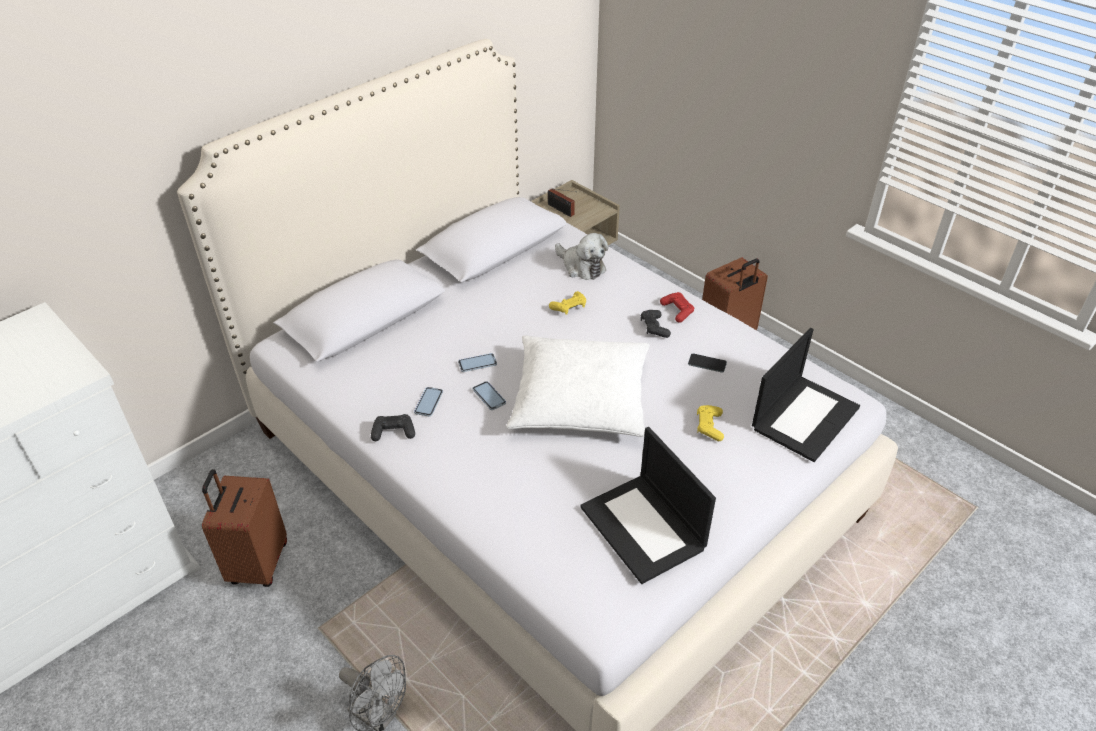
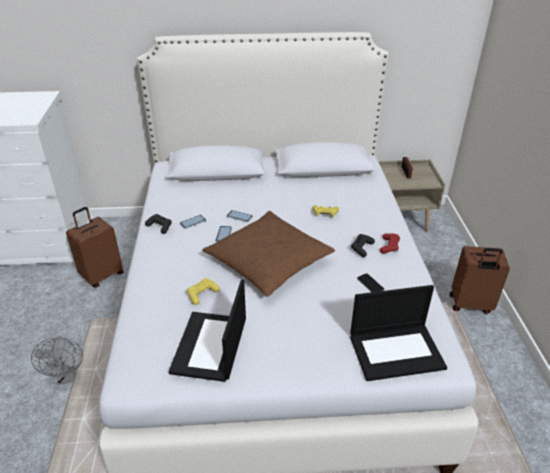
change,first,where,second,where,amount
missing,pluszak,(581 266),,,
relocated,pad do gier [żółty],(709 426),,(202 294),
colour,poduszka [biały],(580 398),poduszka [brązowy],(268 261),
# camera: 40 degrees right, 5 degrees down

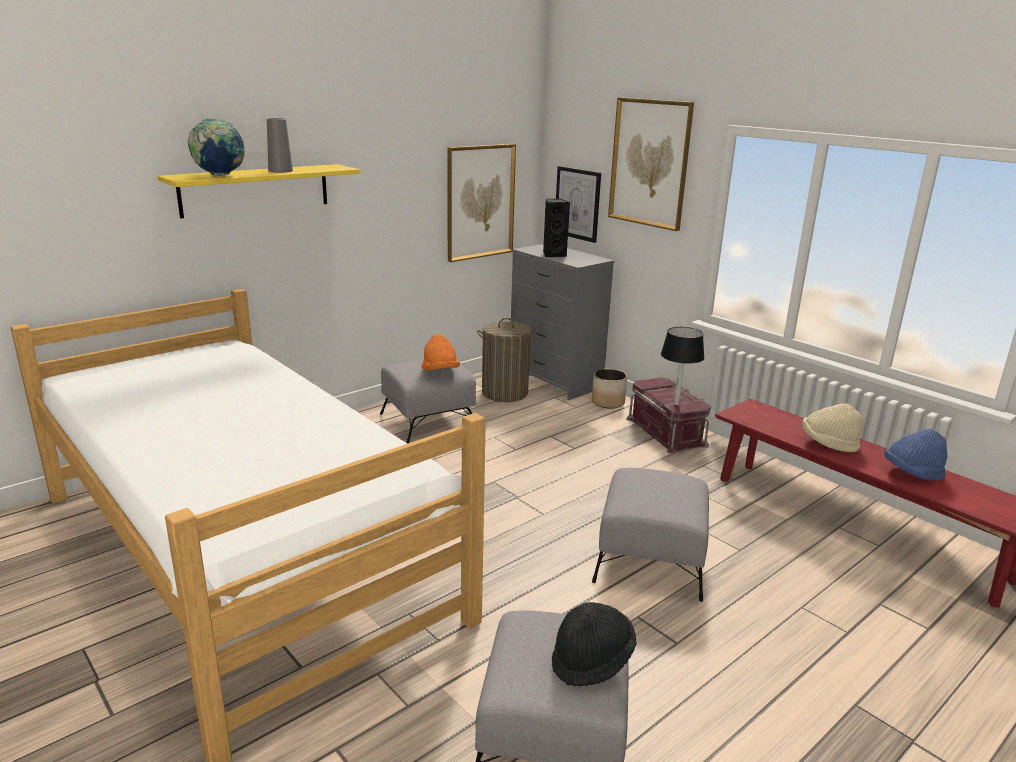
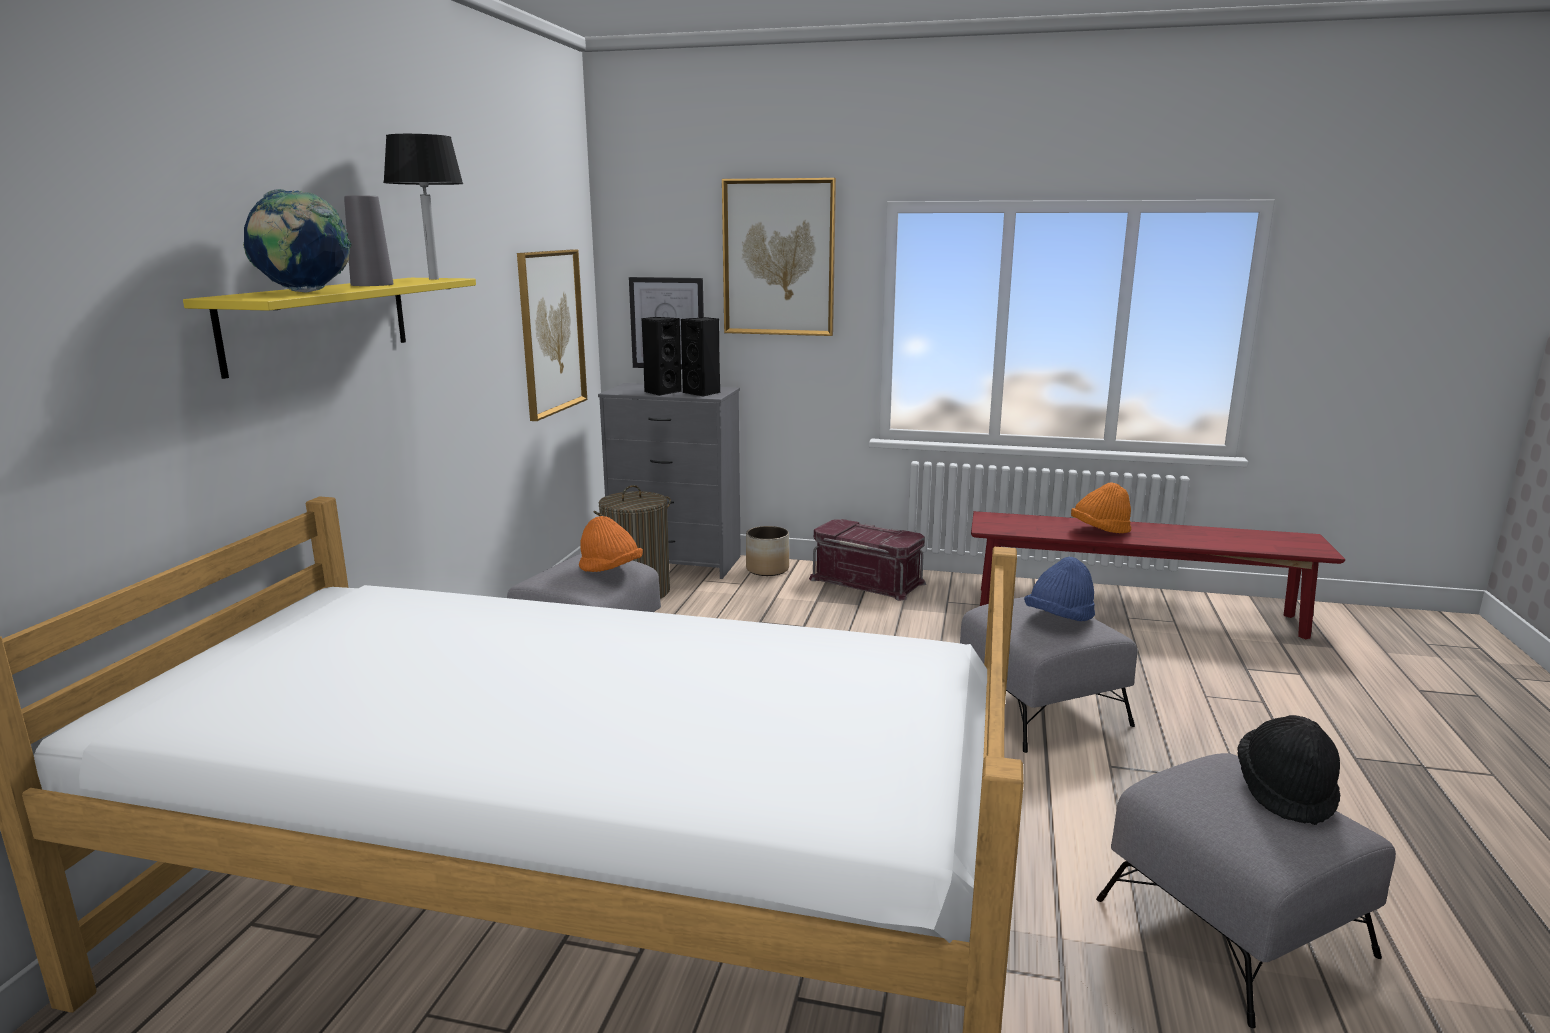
change,first,where,second,where,amount
appeared,,,głośnik [czarny],(703 393),
relocated,lampa stołowa [czarny],(676 404),,(434 279),
relocated,kapelusz [niebieski],(911 473),,(1059 619),
colour,kapelusz [beżowy],(828 444),kapelusz [pomarańczowy],(1099 531),
# camera: 35 degrees left, 5 degrees down

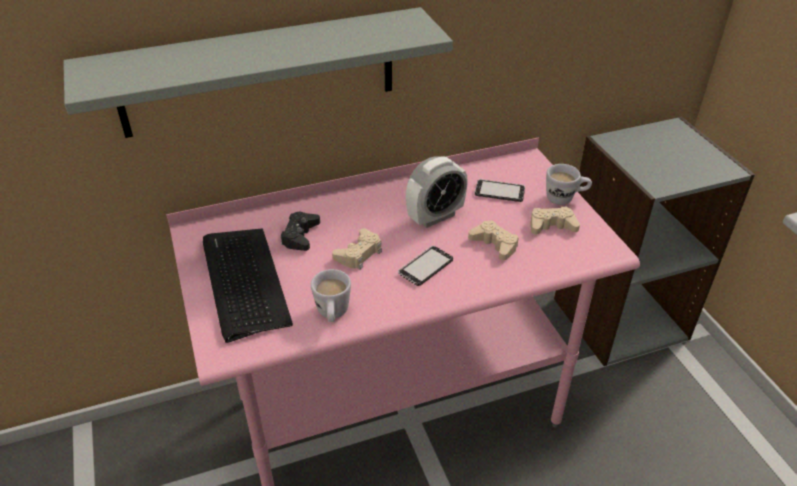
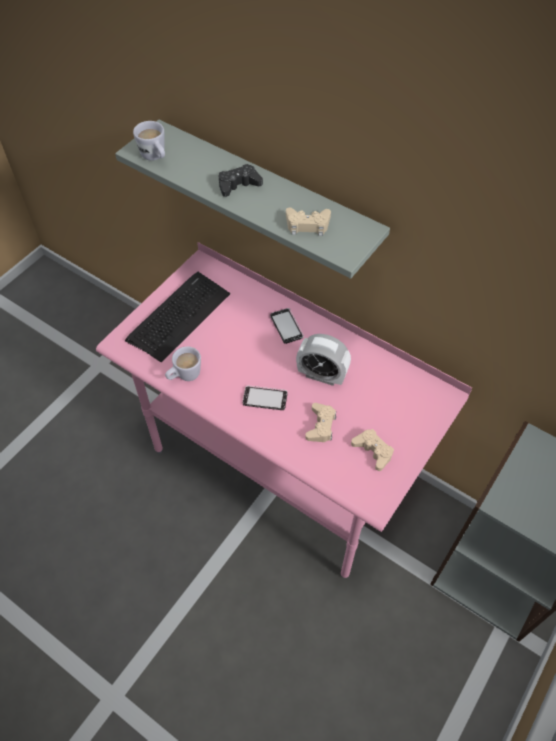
change,first,where,second,where,amount
relocated,pad do gier [czarny],(300 236),,(238 185),
relocated,pad do gier [beżowy],(359 254),,(307 225),
relocated,telefon,(499 192),,(286 326),
relocated,kubek [biały],(565 199),,(155 157),
# camera: 55 degrees right, 15 degrees up

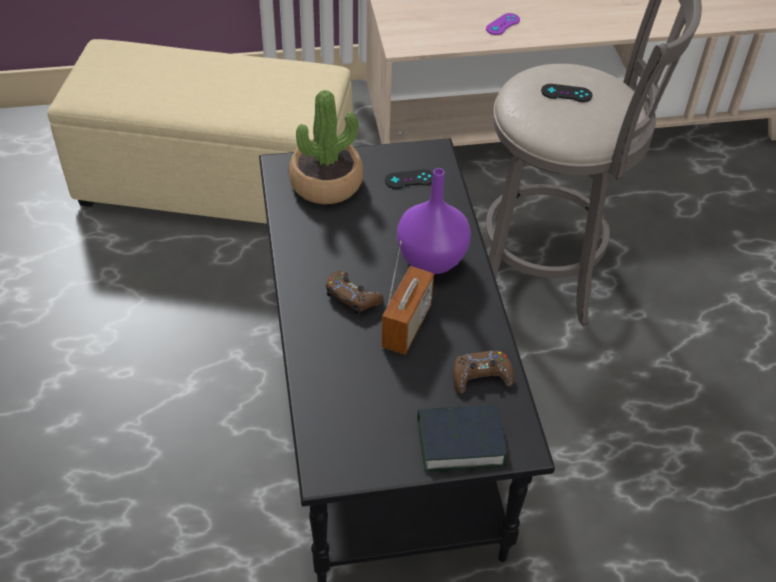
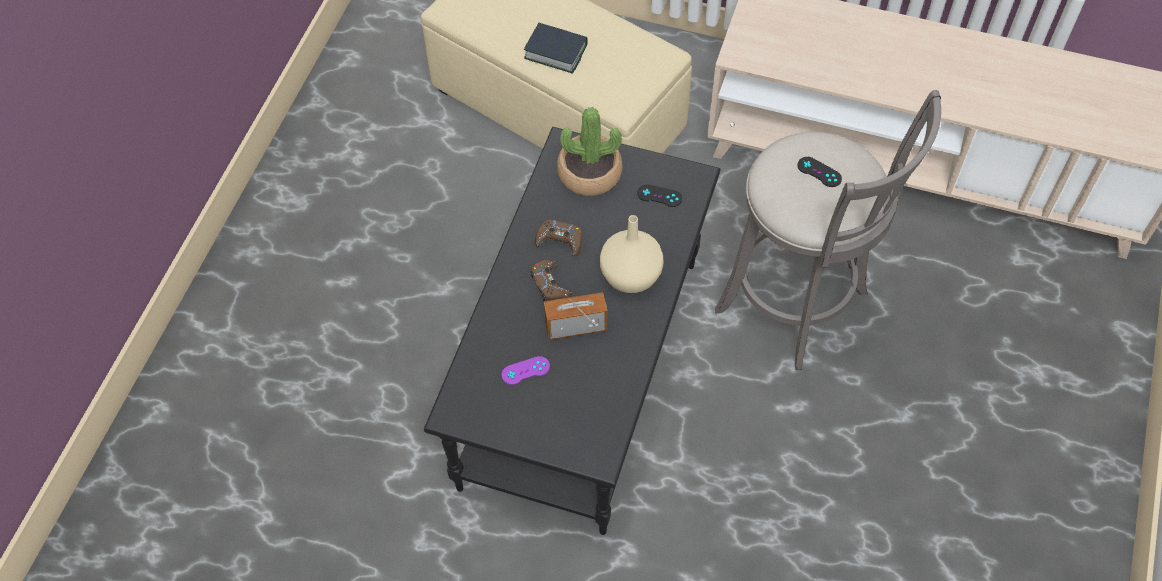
change,first,where,second,where,amount
relocated,książka,(460 442),,(555 52),
relocated,pad do gier [brązowy],(481 377),,(560 241),
relocated,pad do gier [fioletowy],(503 24),,(525 370),
colour,wazon [fioletowy],(431 258),wazon [beżowy],(631 276),
spun,radio,(406 327),,(576 327),150 degrees counterclockwise
# camera: 30 degrees right, 10 degrees up

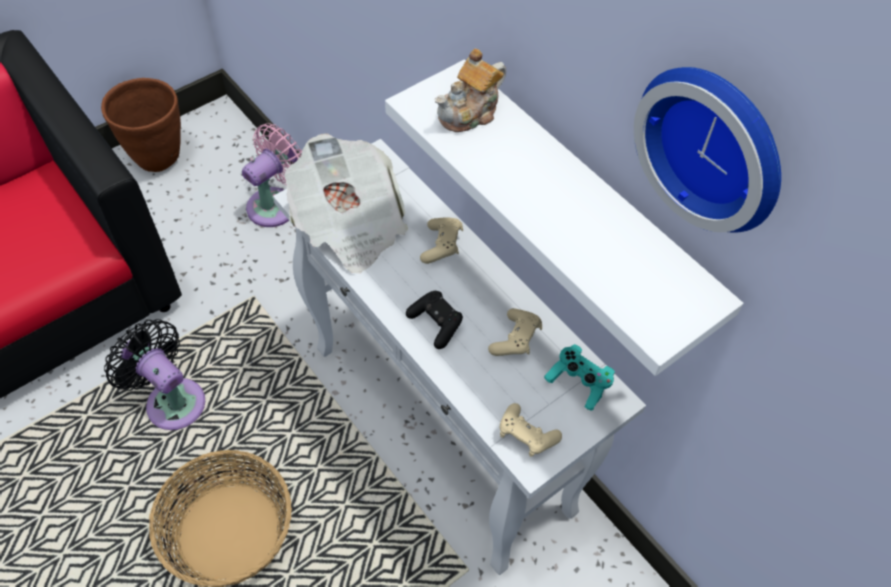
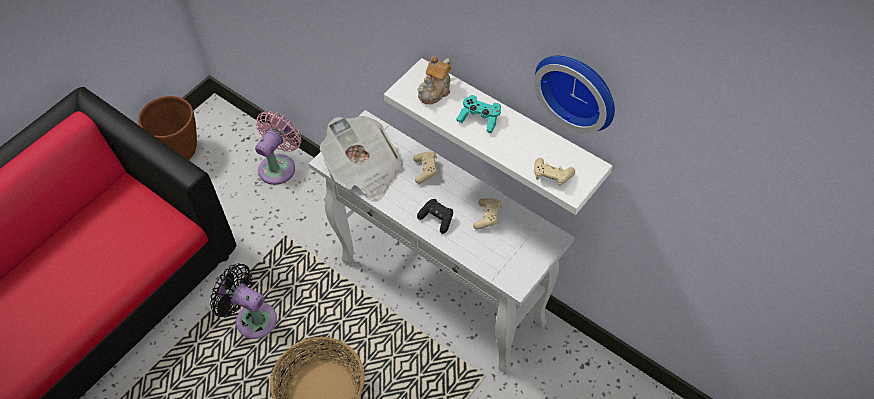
change,first,where,second,where,amount
relocated,pad do gier [beżowy],(526 436),,(551 177),
relocated,pad do gier [turkusowy],(579 382),,(479 119),
# camera: 10 degrees left, 0 degrees up

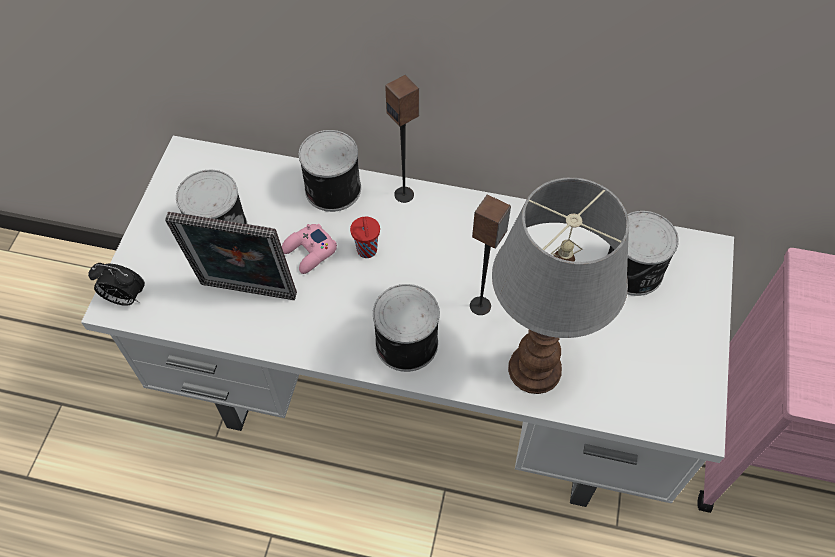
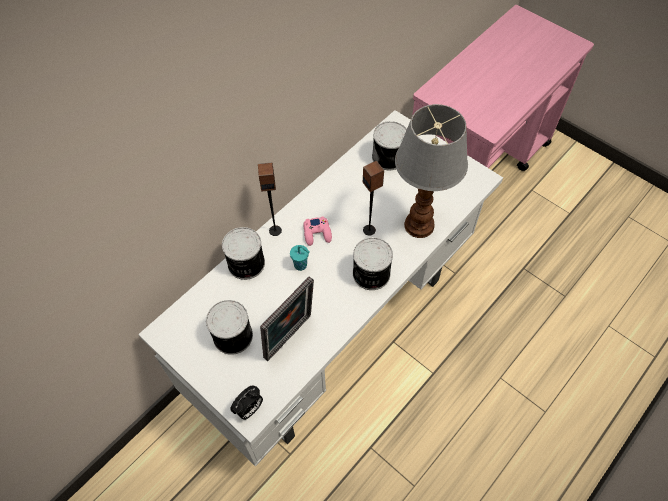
change,first,where,second,where,amount
relocated,pad do gier [różowy],(309 252),,(317 233),
colour,filiżanka [czerwony],(367 251),filiżanka [turkusowy],(301 265),
# camera: 60 degrees left, 0 degrees up

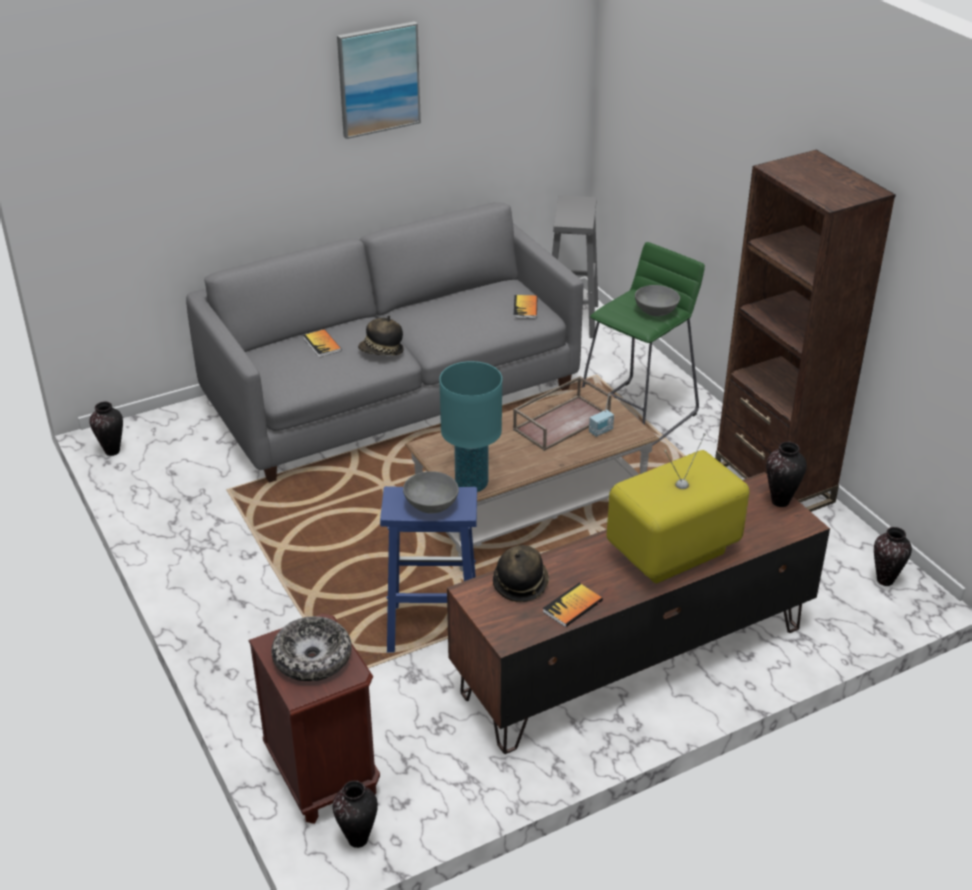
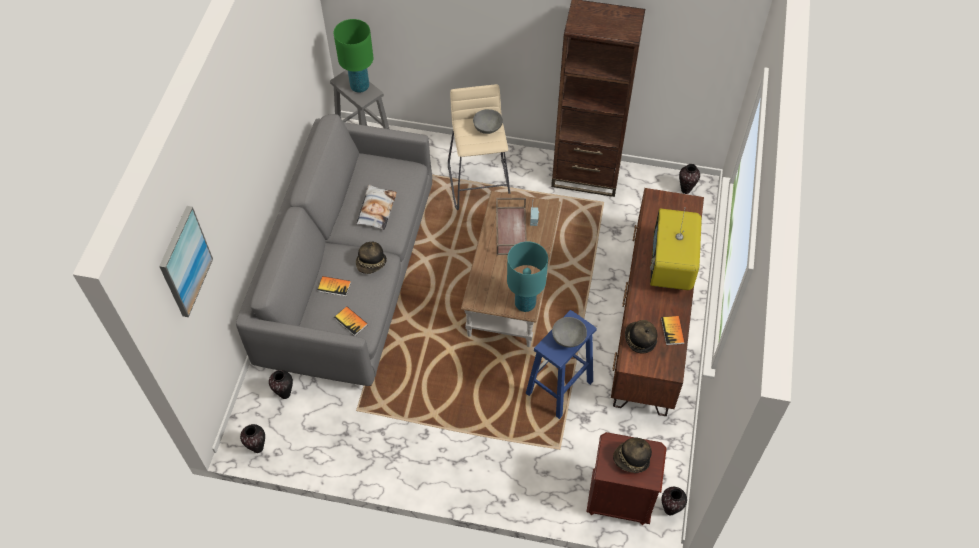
change,first,where,second,where,amount
appeared,,,lampa stołowa [zielony],(359 86),
appeared,,,poduszka,(376 210),
relocated,obraz,(378 79),,(184 261),
relocated,książka,(525 308),,(351 321),
relocated,wazon,(780 502),,(285 394),
exchanged,miska,(312 658),kapelusz,(631 460),
colour,stołek [zielony],(638 415),stołek [beżowy],(480 183),
# camera: 50 degrees left, 20 degrees up

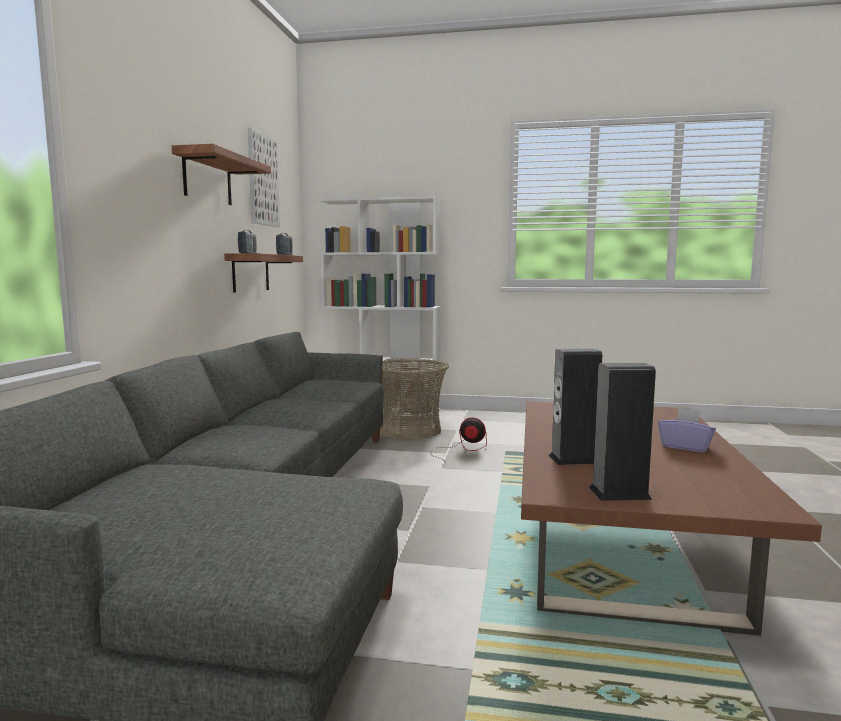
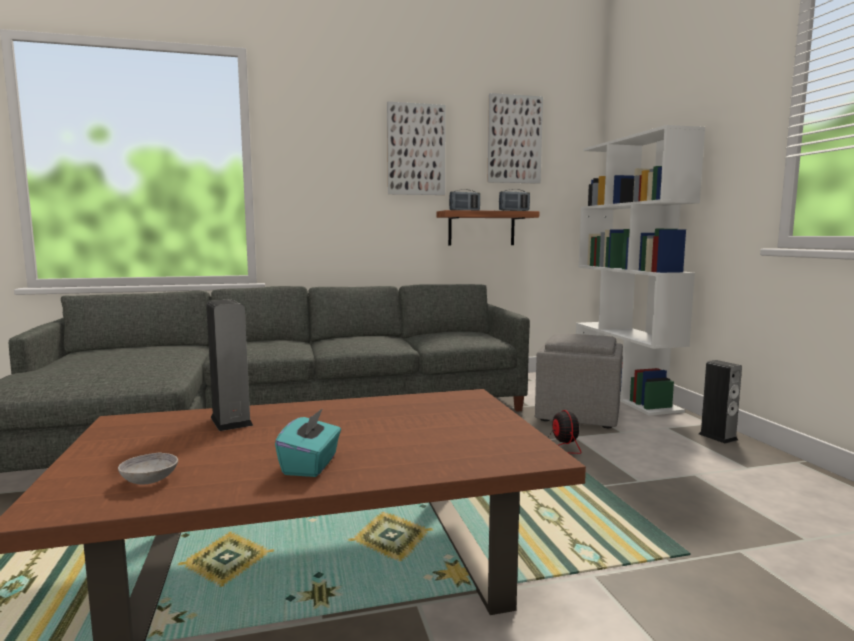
change,first,where,second,where,amount
appeared,,,miska [szary],(149 480),
relocated,głośnik,(619 493),,(717 437),
exchanged,półka,(207 179),obraz,(416 149),
exchanged,koszyk,(409 429),pufa [szary],(579 414),
colour,pudełko chusteczek [fioletowy],(685 447),pudełko chusteczek [turkusowy],(311 465),
# camera: 65 degrees right, 0 degrees up

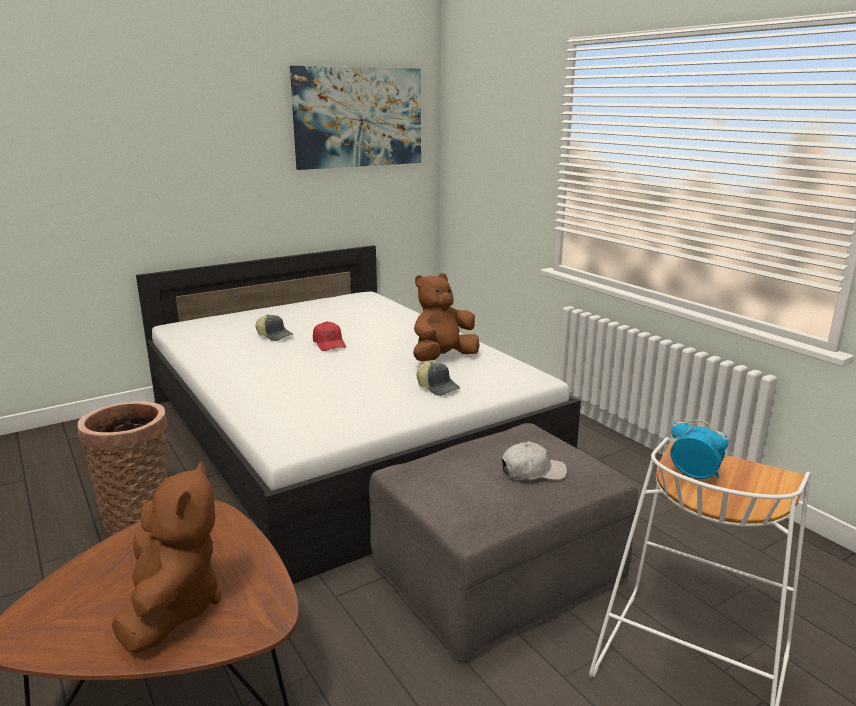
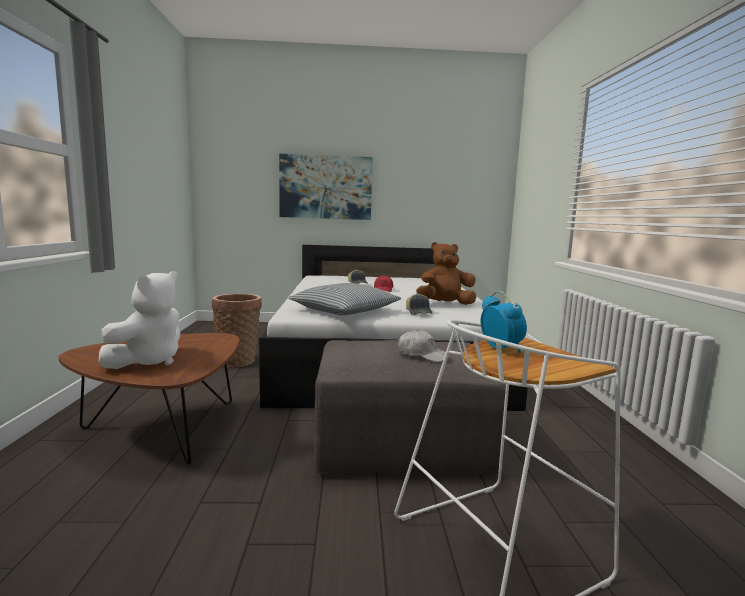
change,first,where,second,where,amount
appeared,,,poduszka,(344 310),
relocated,obraz,(358 117),,(326 187),
colour,pluszak [brązowy],(172 607),pluszak [biały],(148 361),
# camera: 30 degrees right, 10 degrees down

